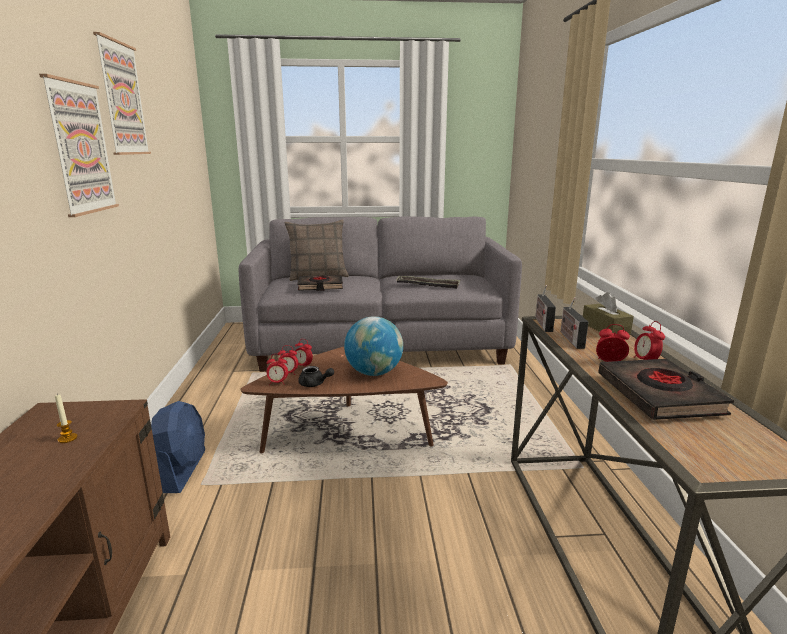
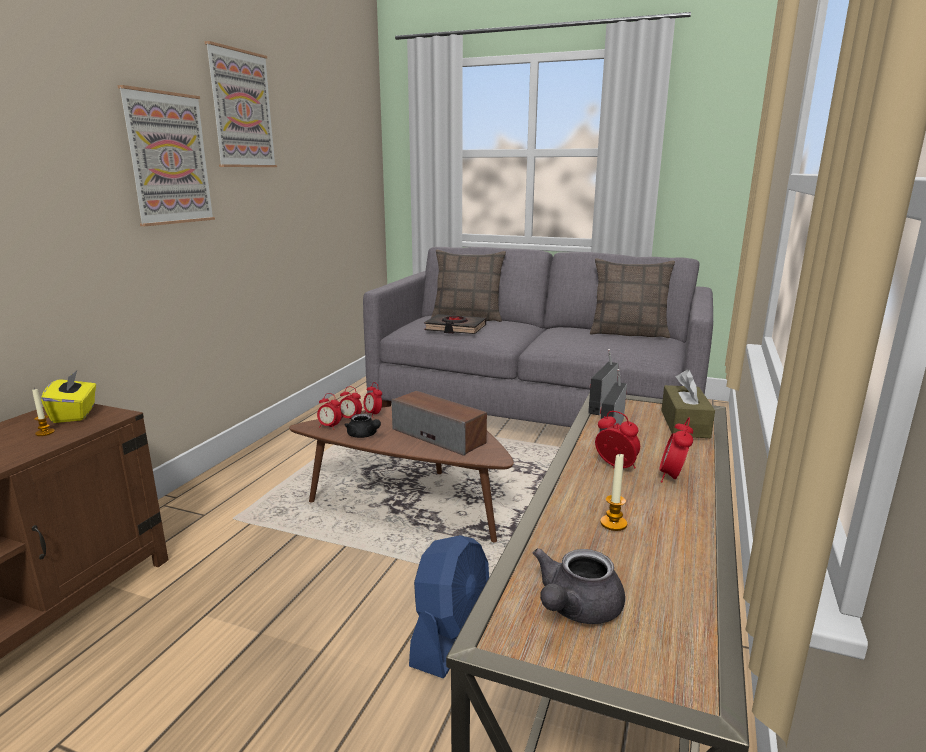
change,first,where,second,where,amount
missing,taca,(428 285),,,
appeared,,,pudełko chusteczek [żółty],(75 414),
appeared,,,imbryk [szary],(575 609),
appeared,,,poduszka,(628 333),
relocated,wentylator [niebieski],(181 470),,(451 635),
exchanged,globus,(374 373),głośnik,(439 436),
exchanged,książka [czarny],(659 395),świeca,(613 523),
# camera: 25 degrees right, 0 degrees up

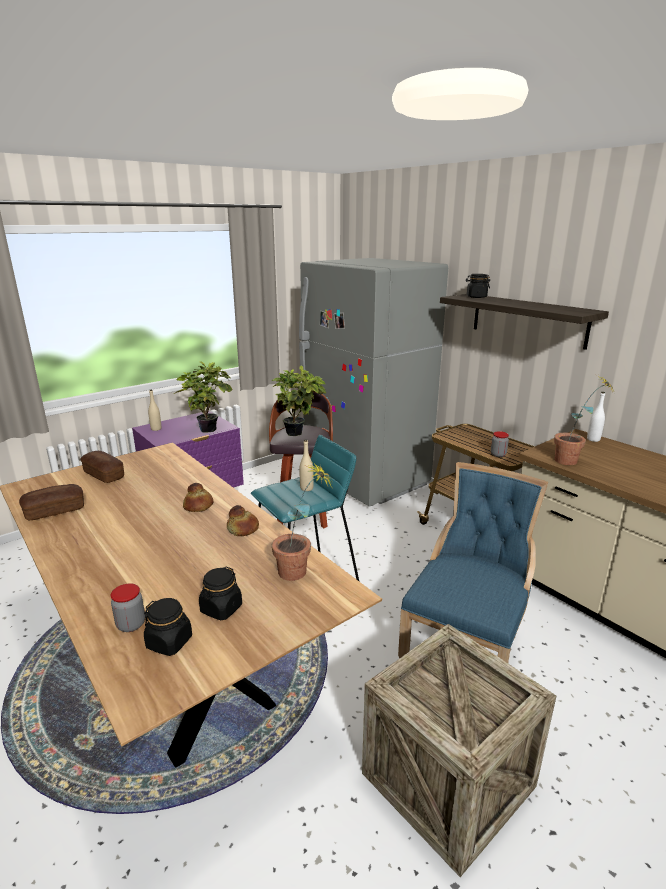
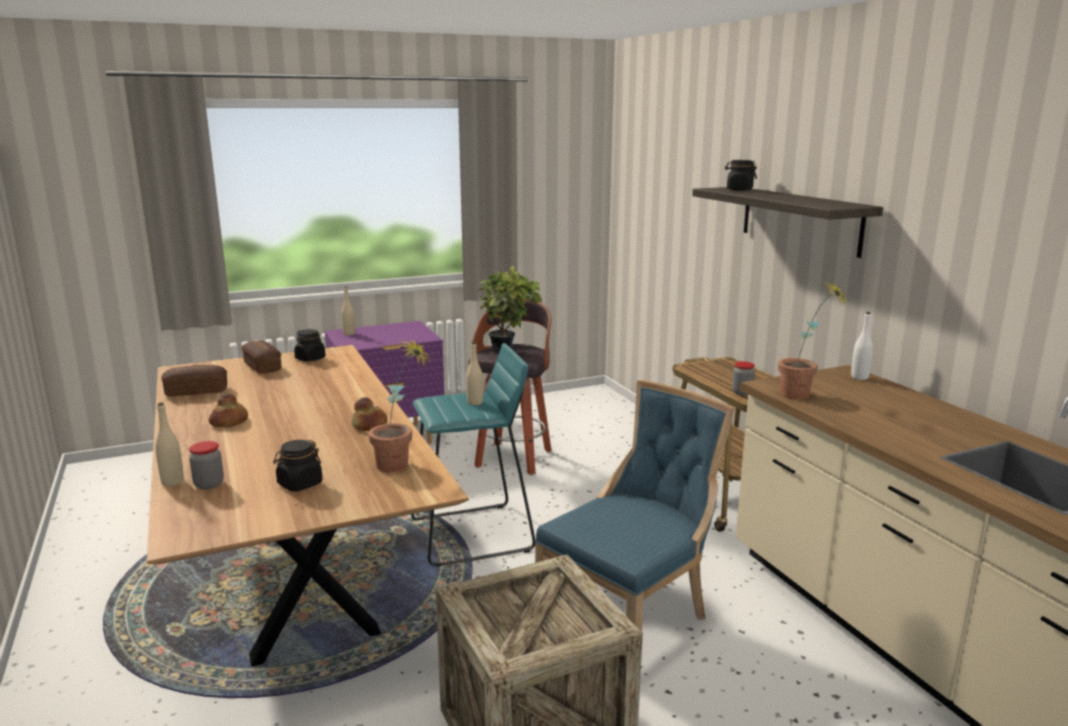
change,first,where,second,where,amount
missing,roślina doniczkowa,(208 428),,,
missing,lodówka [szary],(366 480),,,
appeared,,,butelka [beżowy],(172 482),
relocated,słoik [czarny],(169 642),,(310 359),
relocated,chleb,(199 506),,(229 422),
# camera: 15 degrees right, 5 degrees down

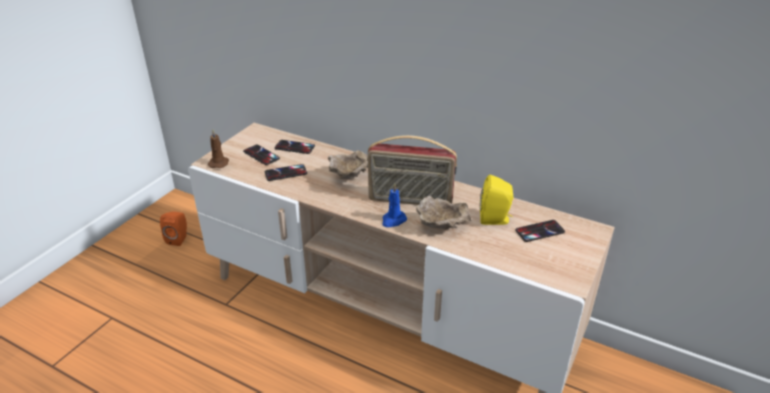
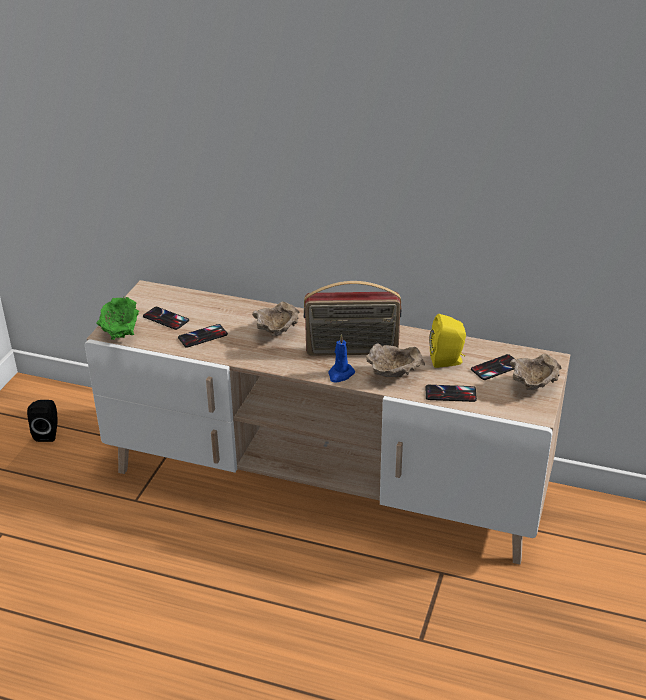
change,first,where,second,where,amount
appeared,,,miska [beżowy],(534 387),
relocated,telefon,(294 147),,(450 394),
exchanged,świeca [brązowy],(219 163),miska [zielony],(120 333),
colour,głośnik [pomarańczowy],(179 239),głośnik [czarny],(48 433),
# camera: 10 degrees left, 0 degrees up

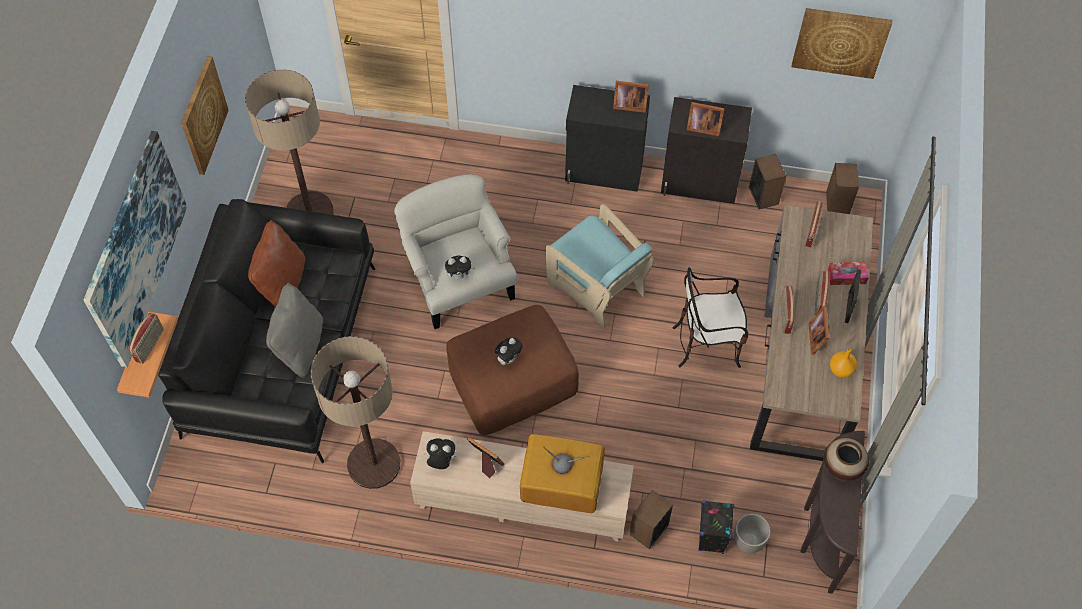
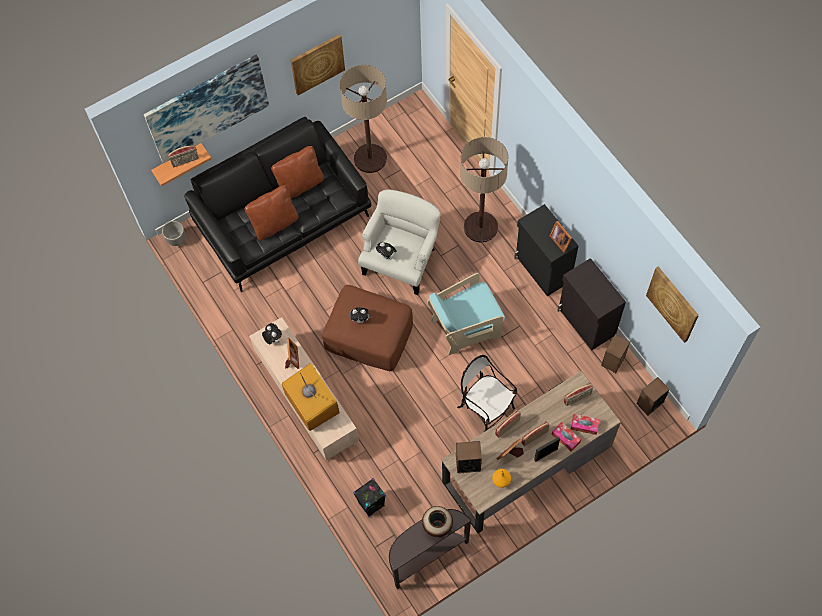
change,first,where,second,where,amount
missing,ramka na zdjęcie,(702 126),,,
appeared,,,pudełko chusteczek,(584 425),
relocated,lampa stojąca,(374 464),,(480 227),
relocated,głośnik,(648 530),,(468 463),
relocated,donica,(748 541),,(176 239),
colour,poduszka [szary],(300 347),poduszka [brązowy],(274 224),
spun,fotel [turkusowy],(597 286),,(465 327),60 degrees clockwise
# camera: 50 degrees right, 5 degrees up

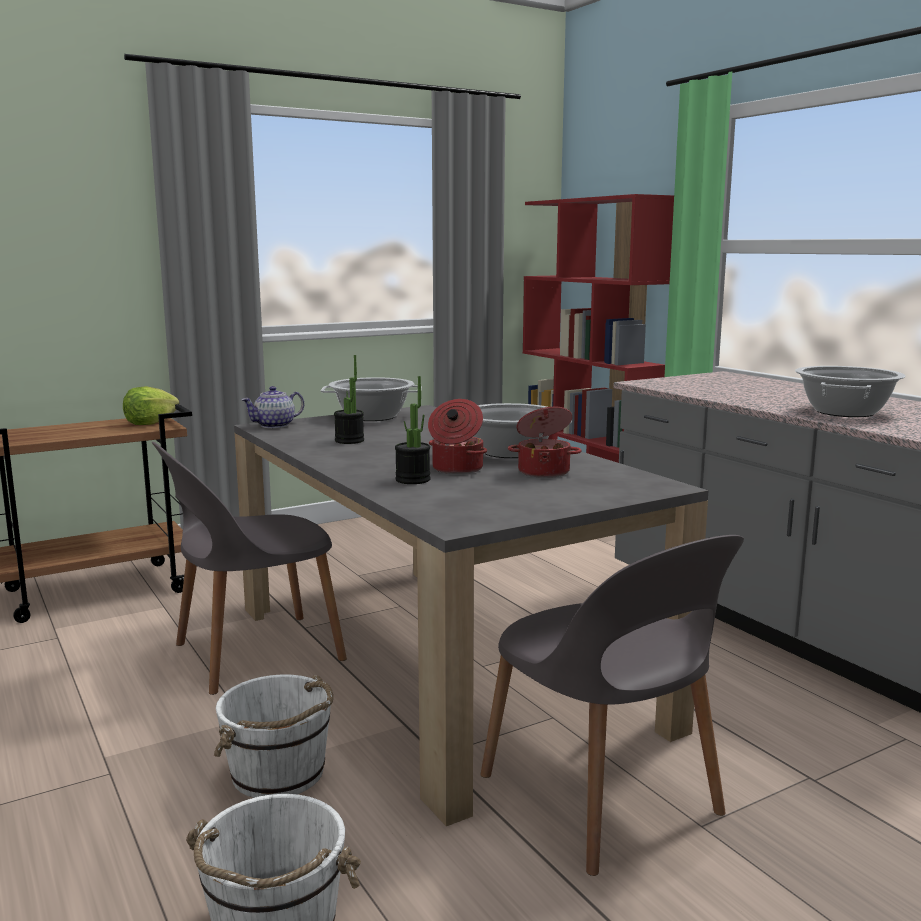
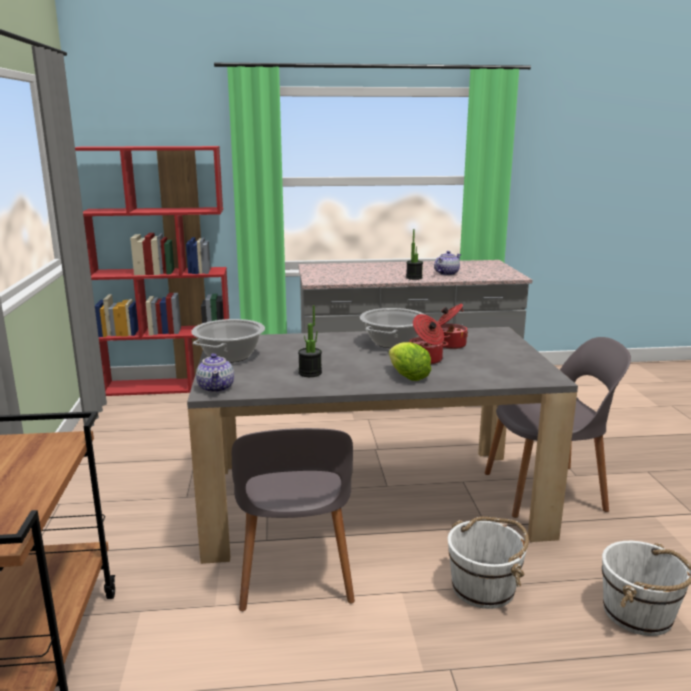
change,first,where,second,where,amount
relocated,sałata,(150 423),,(407 376),
relocated,roślina doniczkowa,(413 480),,(414 278),
exchanged,garnek,(844 412),imbryk,(446 274),
# camera: 65 degrees left, 5 degrees up

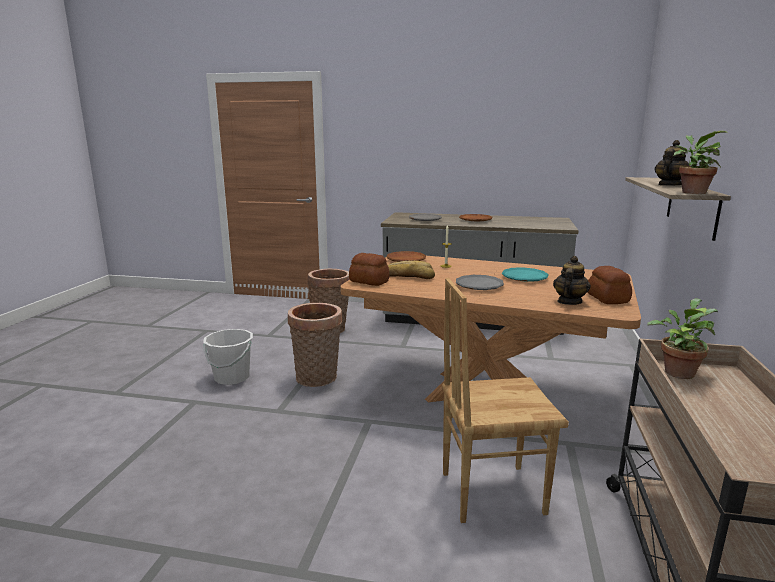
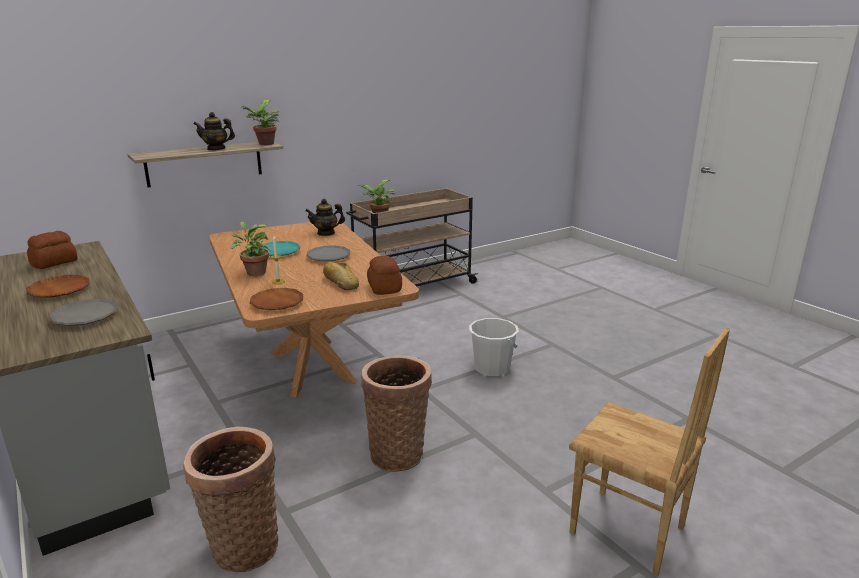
change,first,where,second,where,amount
appeared,,,roślina doniczkowa,(254 272),
relocated,wiadro [biały],(232 377),,(492 368),
relocated,krzesło [brązowy],(490 492),,(627 532),
relocated,chleb,(607 298),,(55 262),
# camera: 135 degrees left, 5 degrees up

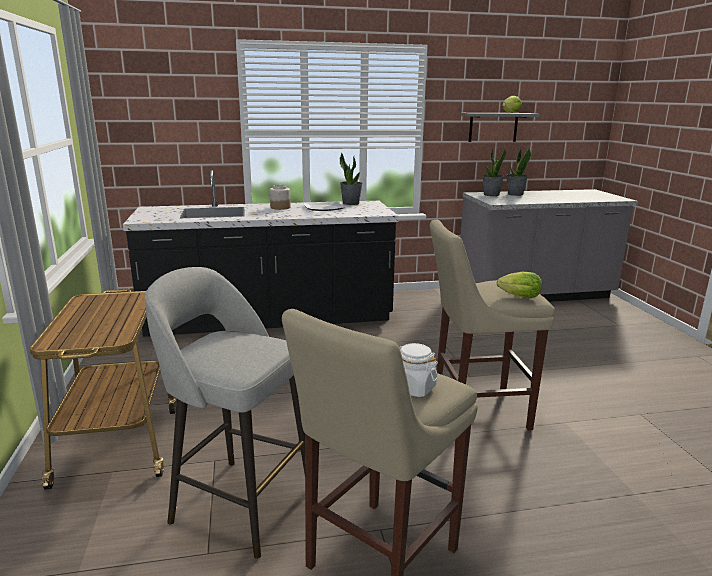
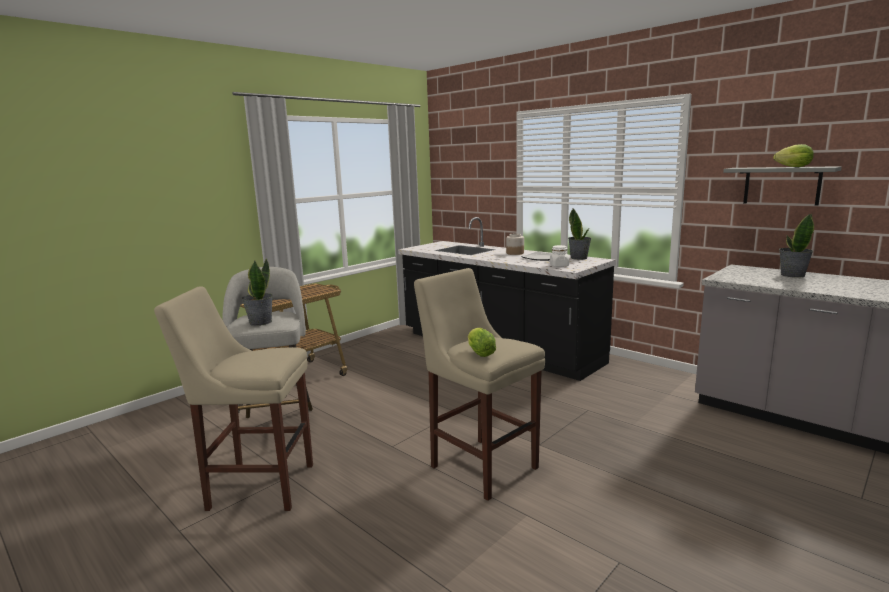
change,first,where,second,where,amount
relocated,słoik [biały],(413 388),,(559 265),
relocated,roślina doniczkowa,(491 195),,(260 322),
# camera: 55 degrees right, 5 degrees down

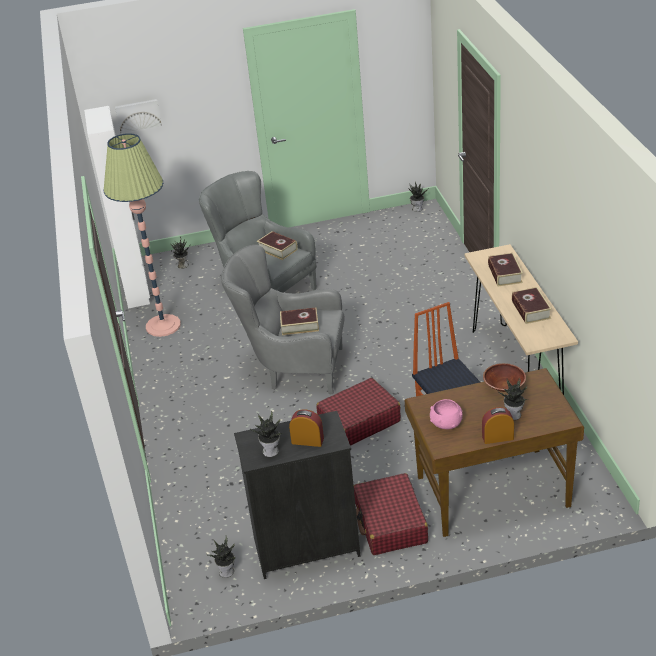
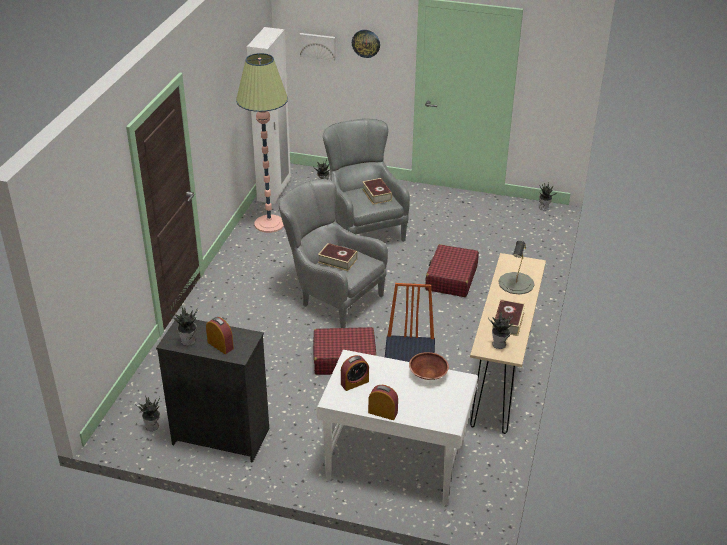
change,first,where,second,where,amount
appeared,,,zegar ścienny,(366 43),
relocated,walizka [czerwony],(390 523),,(451 278),
relocated,roślina doniczkowa,(514 415),,(499 344),
exchanged,miska [różowy],(446 423),budzik,(354 383),
exchanged,książka,(505 274),lampa stołowa [szary],(516 283),
colour,biurko [brązowy],(491 491),biurko [biały],(395 461),
# camera: 25 degrees right, 0 degrees up

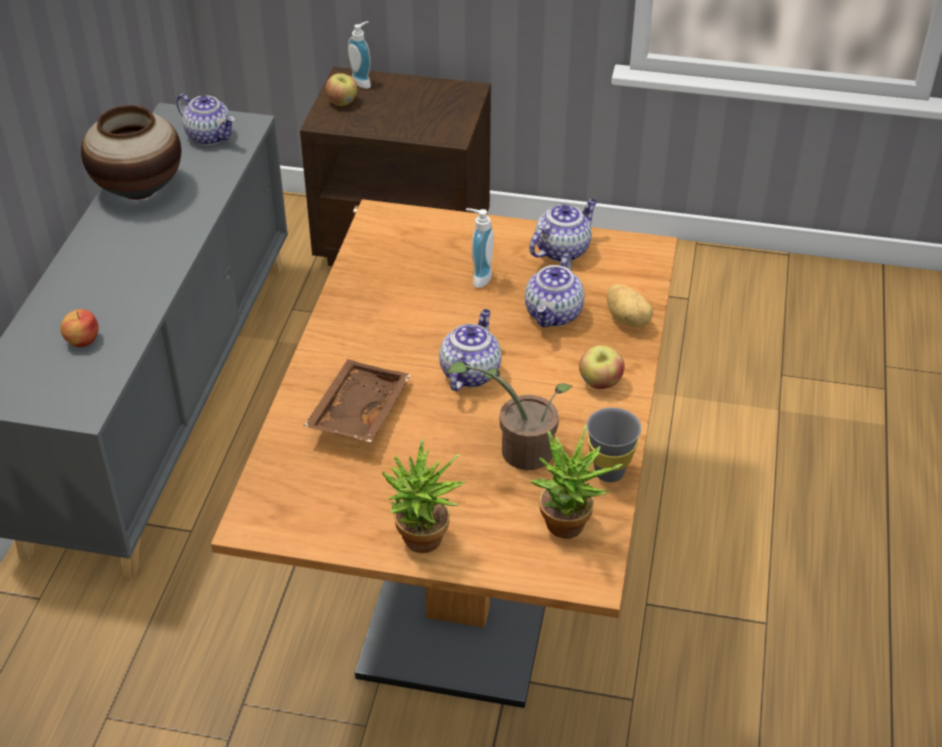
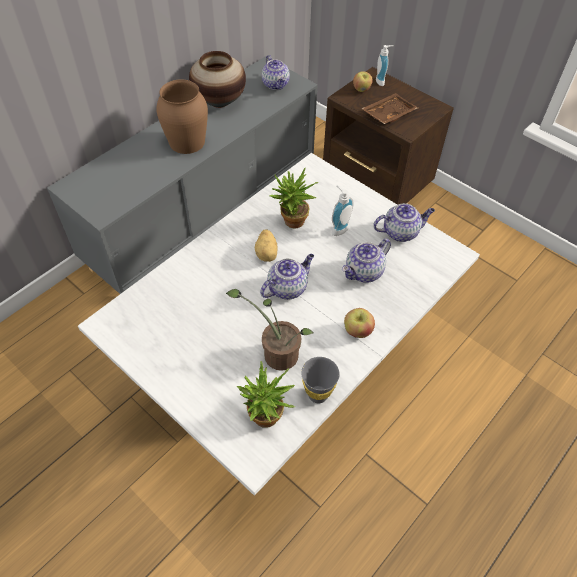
change,first,where,second,where,amount
missing,jabłko,(82 340),,,
appeared,,,wazon [brązowy],(186 142),
relocated,taca [brązowy],(357 412),,(388 114),
relocated,roślina doniczkowa,(422 545),,(292 224),
relocated,ziemniak,(628 319),,(267 253),
colour,stół jadalny [brązowy],(470 570),stół jadalny [biały],(286 383),
# camera: 30 degrees right, 10 degrees up

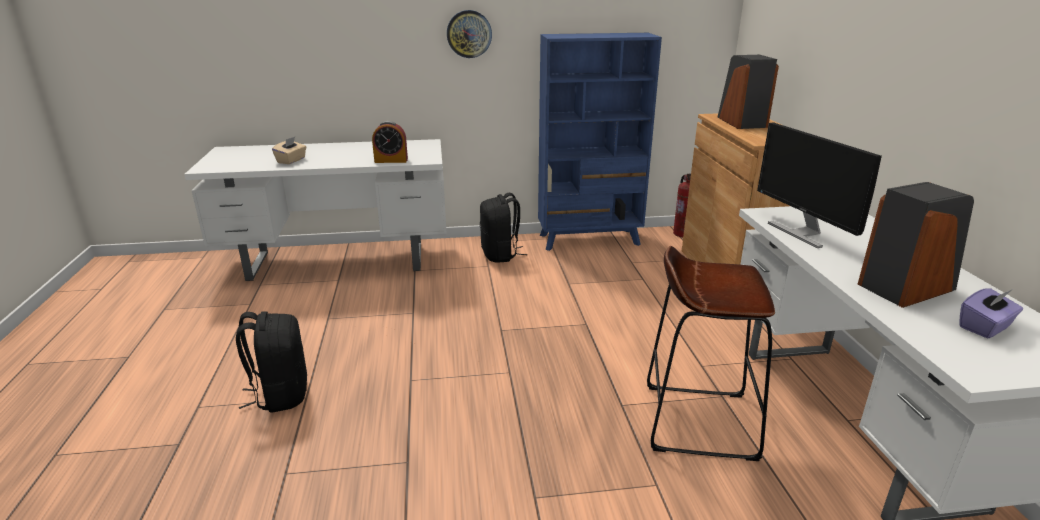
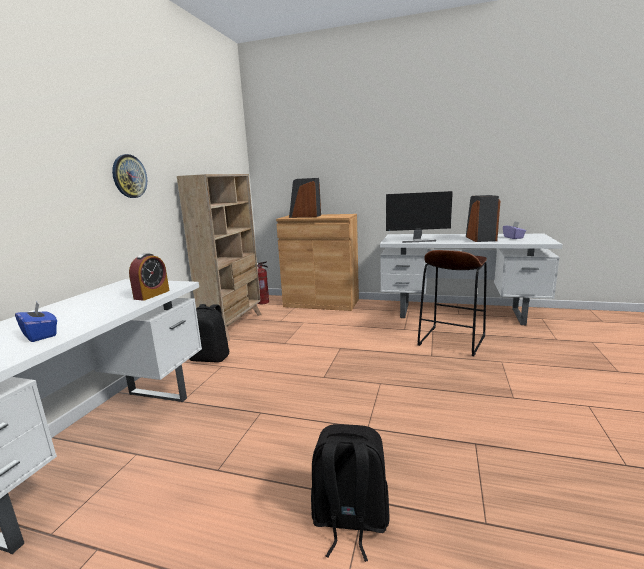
change,first,where,second,where,amount
colour,pudełko chusteczek [beżowy],(291 160),pudełko chusteczek [niebieski],(40 335),
colour,regał [niebieski],(590 240),regał [beżowy],(234 325),
# camera: 65 degrees left, 10 degrees down

